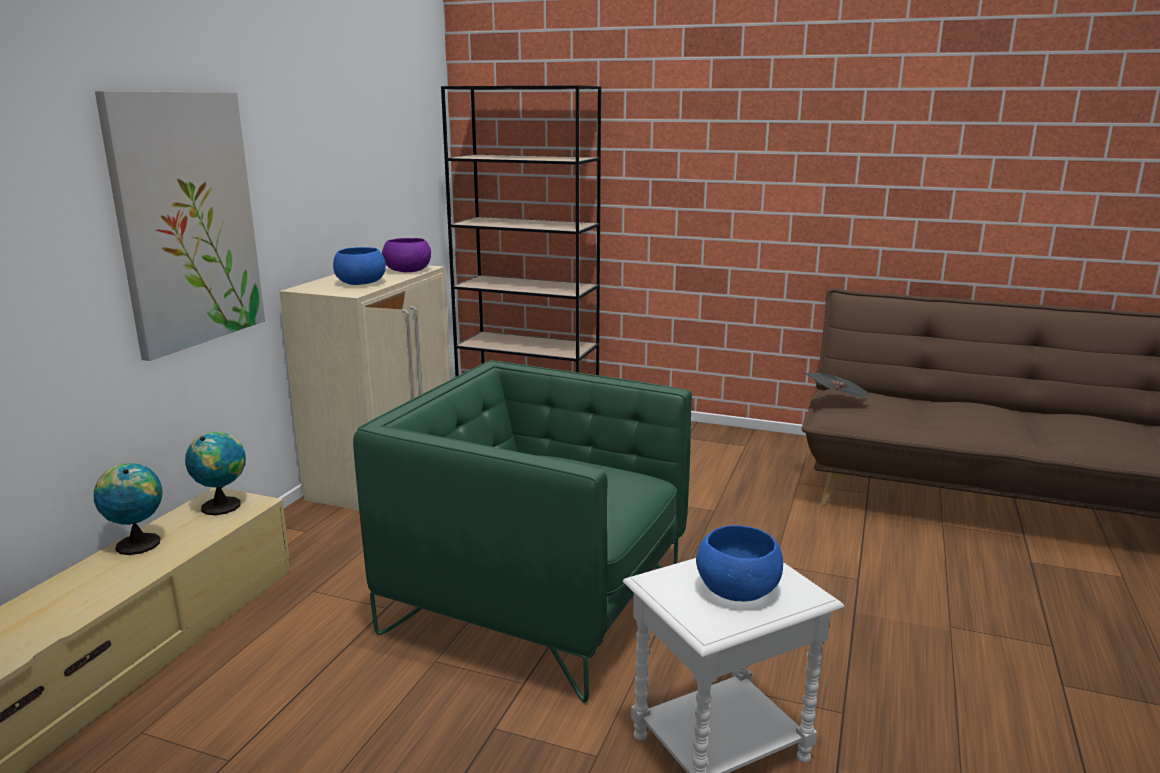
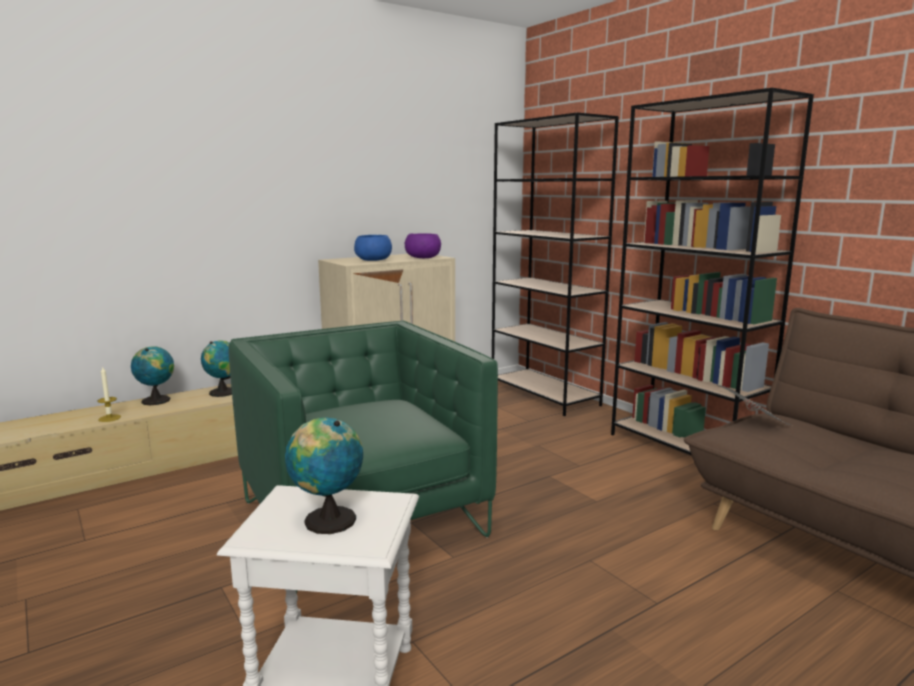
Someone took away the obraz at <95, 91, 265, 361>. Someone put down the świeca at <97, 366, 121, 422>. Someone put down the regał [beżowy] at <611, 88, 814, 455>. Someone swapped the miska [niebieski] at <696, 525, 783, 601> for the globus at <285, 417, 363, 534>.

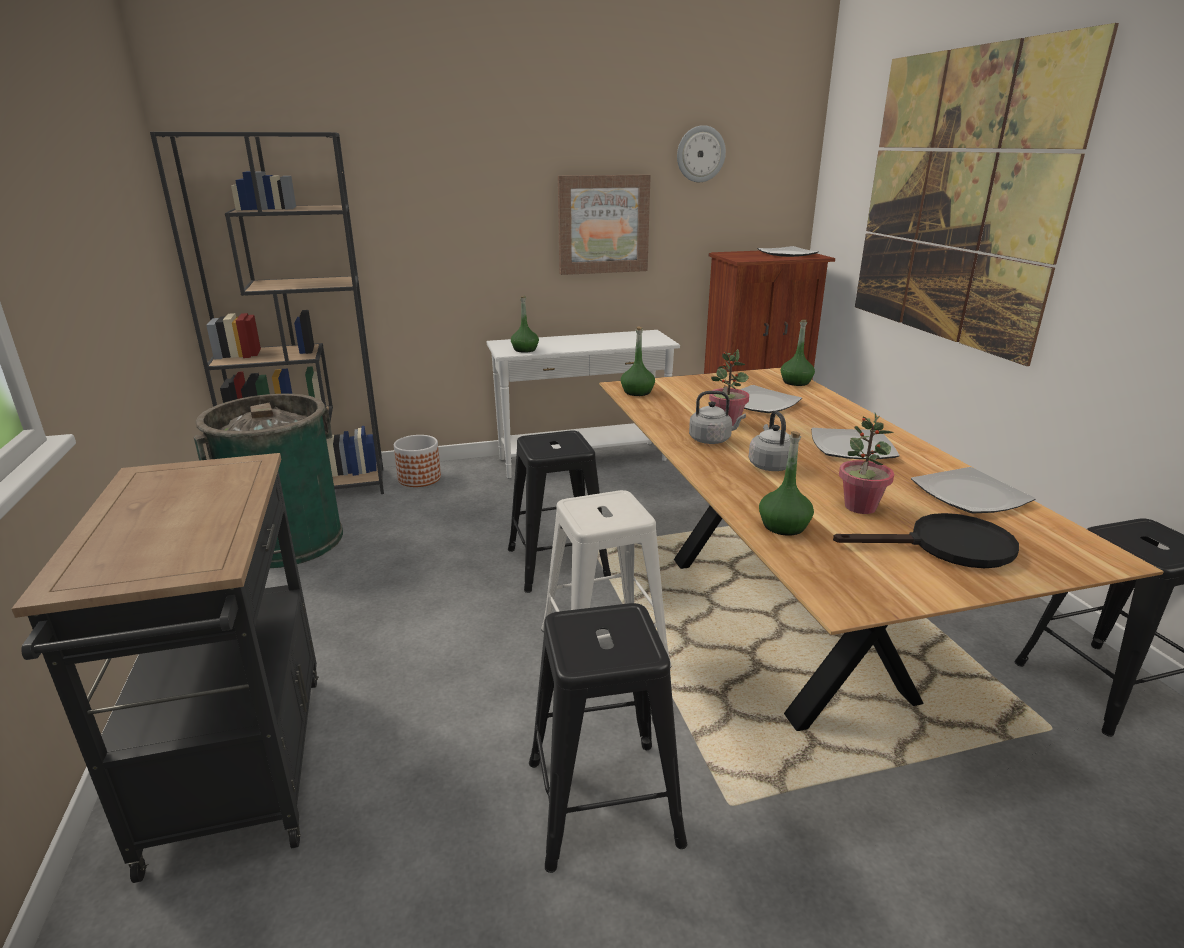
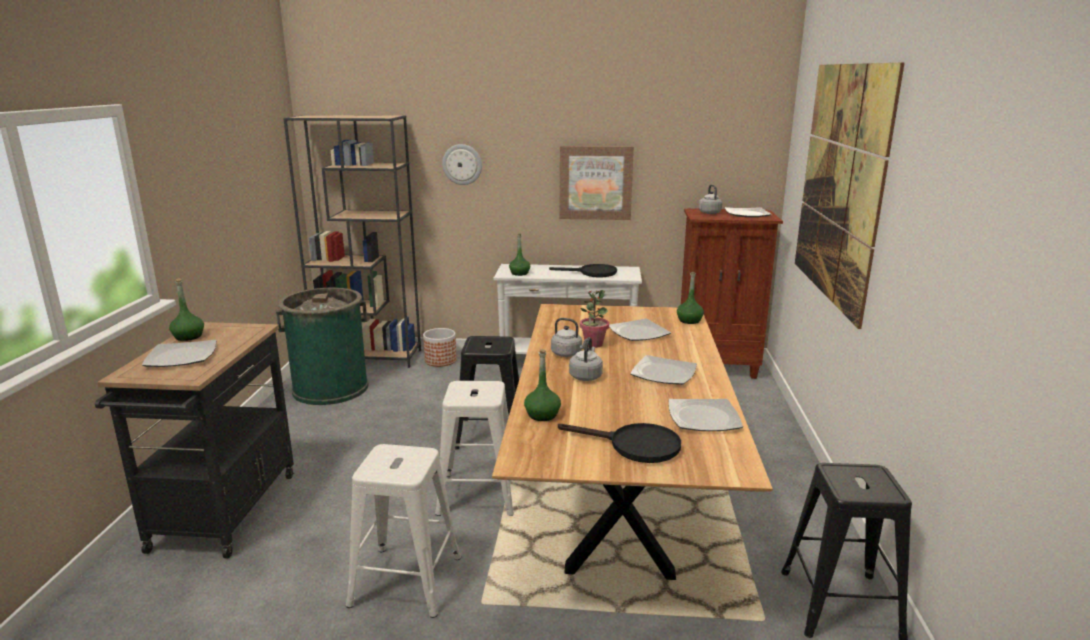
Someone took away the roślina doniczkowa at <839, 413, 894, 514>. Someone put down the talerz at <142, 340, 216, 367>. Someone put down the patelnia [czarny] at <549, 264, 617, 278>. Someone put down the czajnik [szary] at <699, 185, 722, 214>. Someone carried the butelka [zielony] from <621, 326, 655, 396> to <169, 279, 204, 341>. Someone carried the zegar ścienny from <677, 125, 726, 182> to <442, 144, 482, 185>. Someone repainted the stołek [czarny] at <529, 603, 687, 873>, which became the stołek [biały] at <346, 444, 461, 618>.

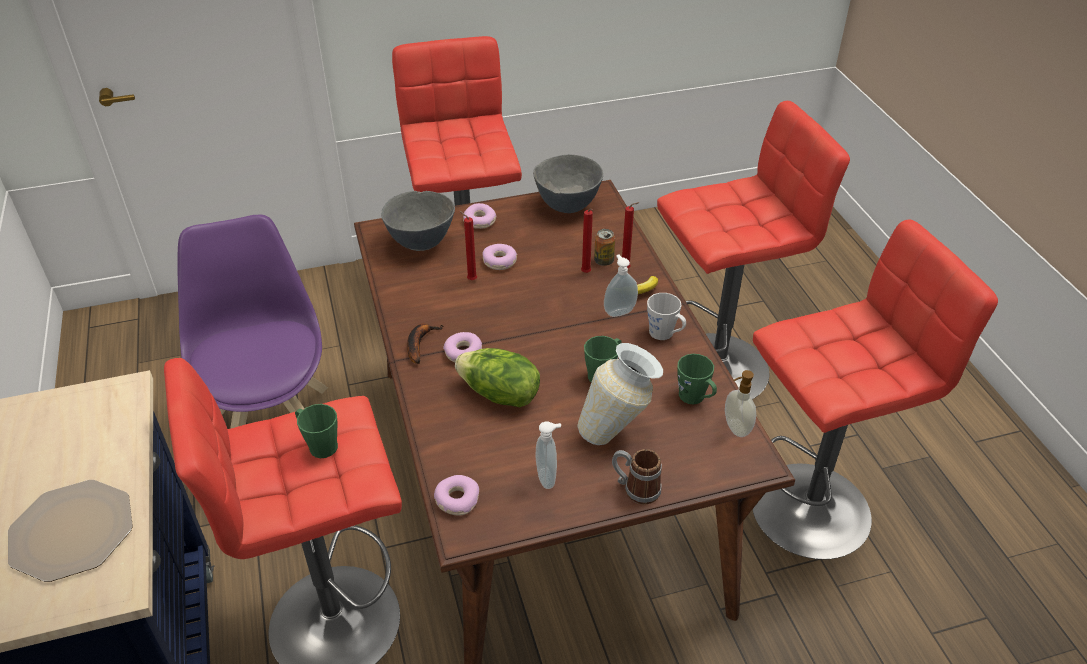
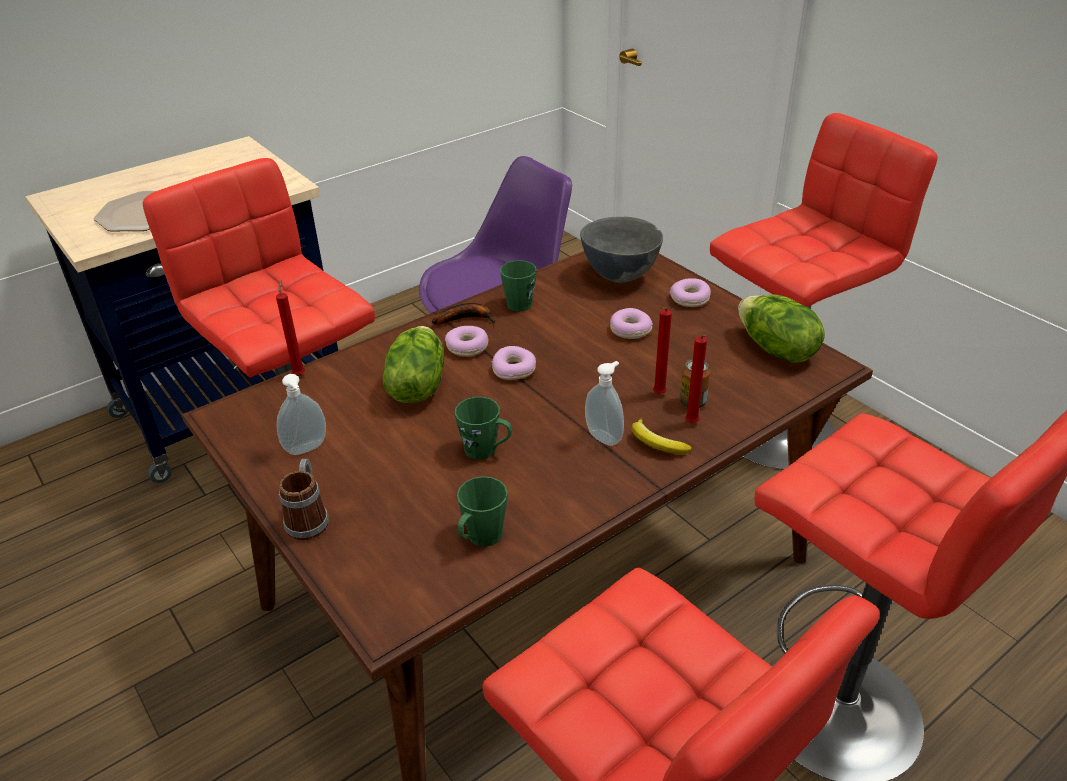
Someone took away the wazon at <578, 343, 663, 445>. Someone took away the kubek [szary] at <647, 293, 686, 340>. Someone took away the dozownik mydła at <725, 370, 756, 437>. Someone carried the kubek [zielony] from <295, 404, 338, 458> to <500, 260, 537, 312>. Someone carried the donut from <434, 475, 479, 516> to <492, 346, 536, 380>. Someone carried the świeca [czerwony] from <459, 211, 477, 280> to <276, 280, 305, 376>. Someone swapped the miska [szary] at <533, 155, 603, 213> for the sałata at <738, 294, 825, 363>.

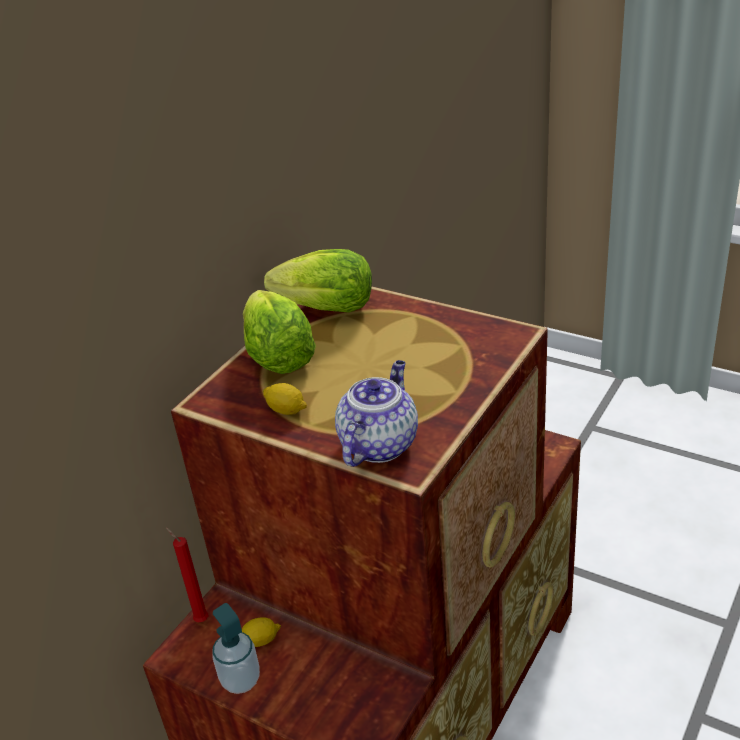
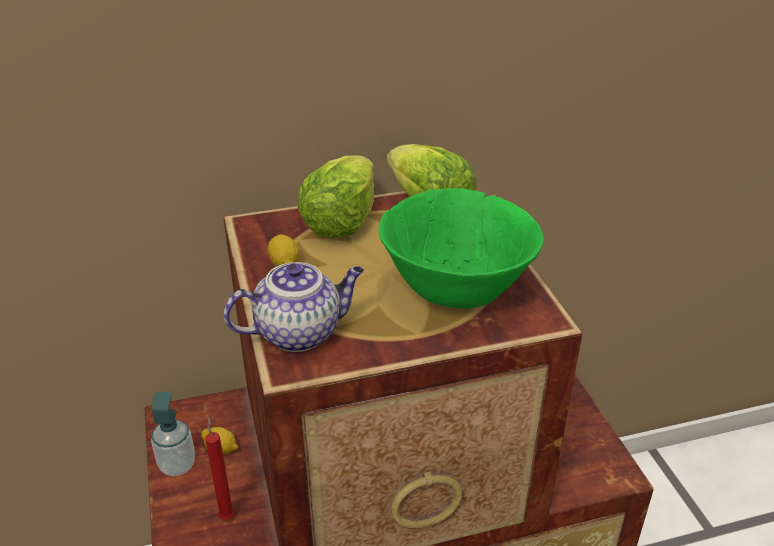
Someone put down the miska [zielony] at <379, 188, 544, 309>. Someone carried the świeca [czerwony] from <166, 528, 208, 622> to <205, 417, 235, 520>.

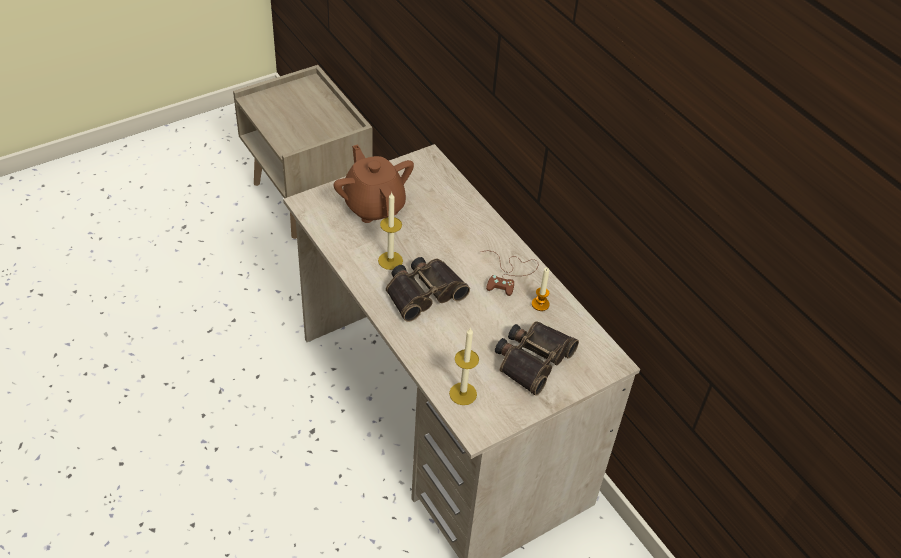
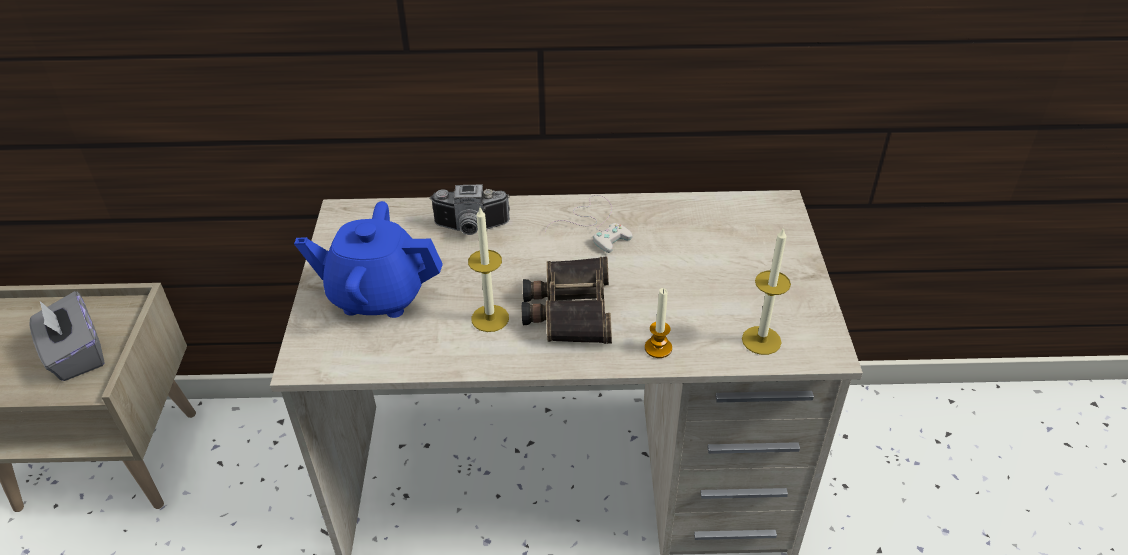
Someone took away the lornetka at <495, 321, 579, 396>. Someone put down the pudełko chusteczek [szary] at <30, 291, 105, 381>. Someone put down the aparat fotograficzny at <429, 184, 510, 235>. Someone carried the świeca from <532, 267, 550, 311> to <645, 288, 672, 358>. Someone repainted the imbryk [brązowy] at <334, 145, 414, 223>, which became the imbryk [niebieski] at <294, 201, 443, 318>. Someone repainted the pad do gier [brązowy] at <482, 251, 538, 296>, which became the pad do gier [biały] at <545, 195, 633, 253>.

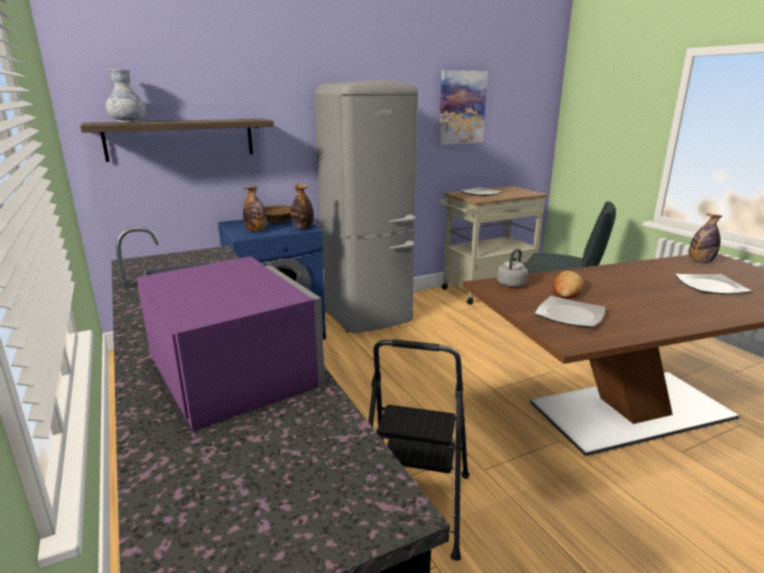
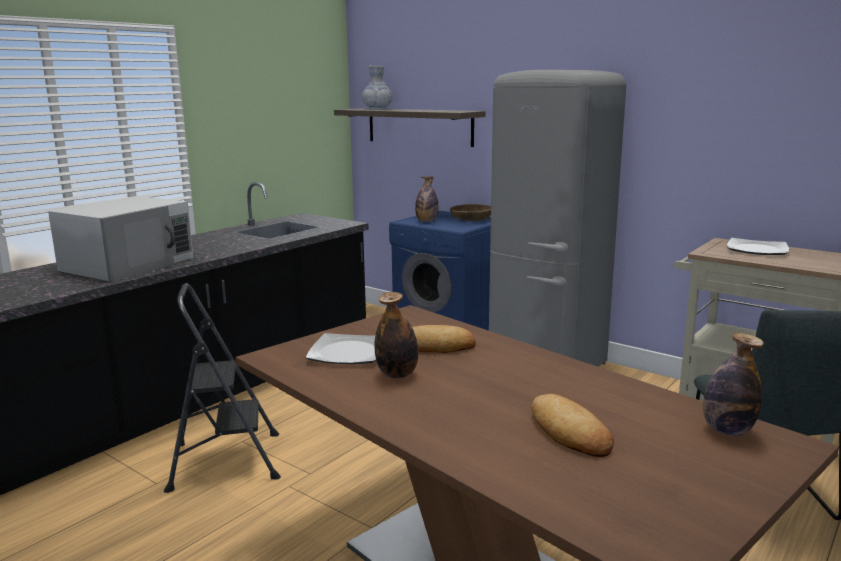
Someone took away the obraz at <439, 70, 488, 145>. Someone took away the czajnik [szary] at <497, 249, 528, 287>. Someone carried the butelka from <291, 184, 314, 229> to <375, 292, 418, 378>. Someone swapped the talerz at <675, 274, 751, 294> for the chleb at <532, 394, 614, 457>. Someone repainted the mikrofalówka [fioletowy] at <137, 256, 325, 431>, which became the mikrofalówka [biały] at <48, 196, 193, 282>.

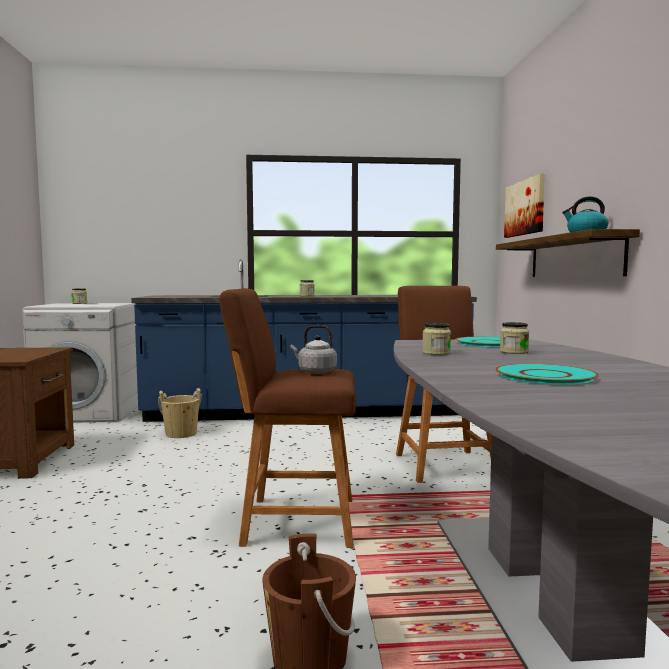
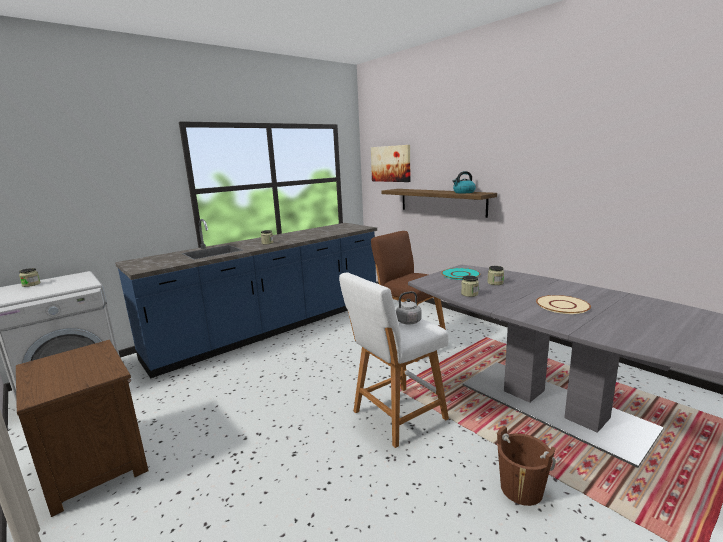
Someone took away the wiadro [beżowy] at <158, 388, 202, 438>. Someone repainted the stołek [brązowy] at <220, 288, 356, 548>, which became the stołek [biały] at <339, 272, 449, 448>. Someone repainted the talerz [turkusowy] at <495, 364, 599, 385>, which became the talerz [beżowy] at <536, 295, 591, 314>.

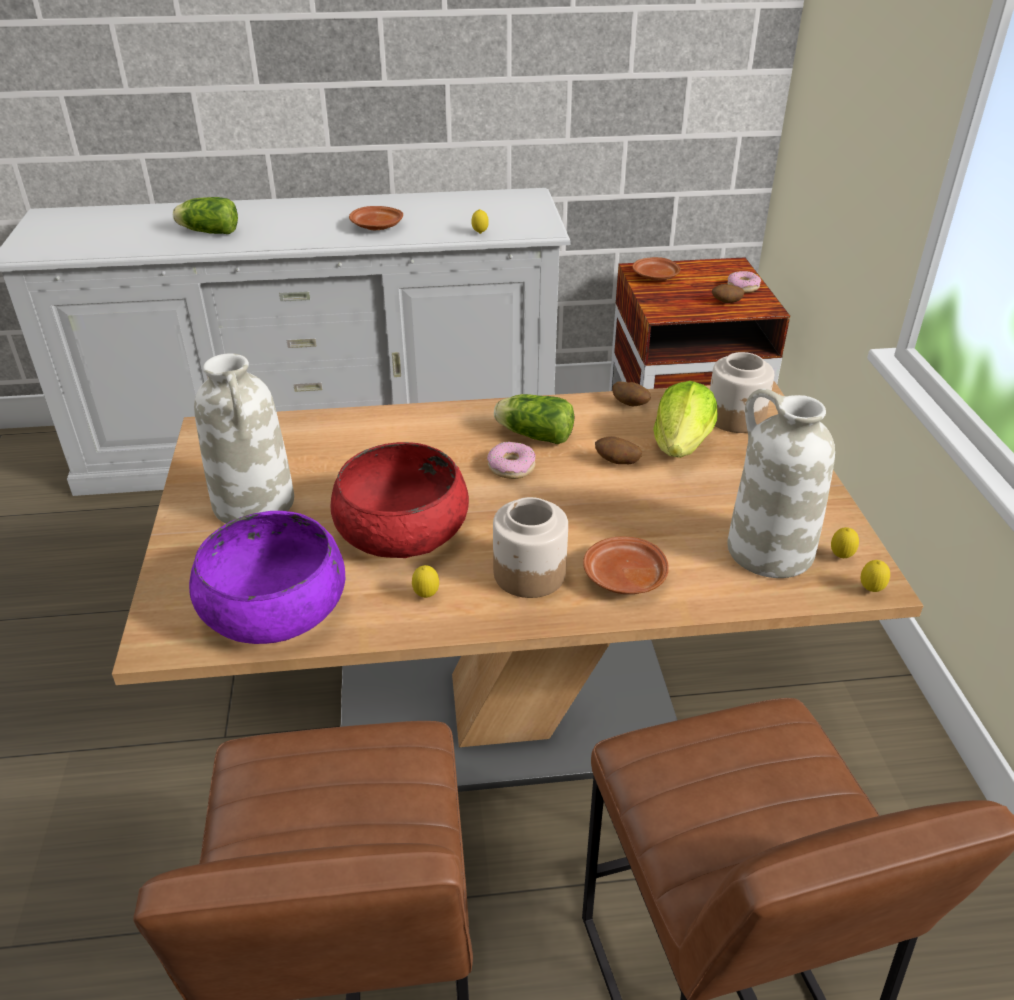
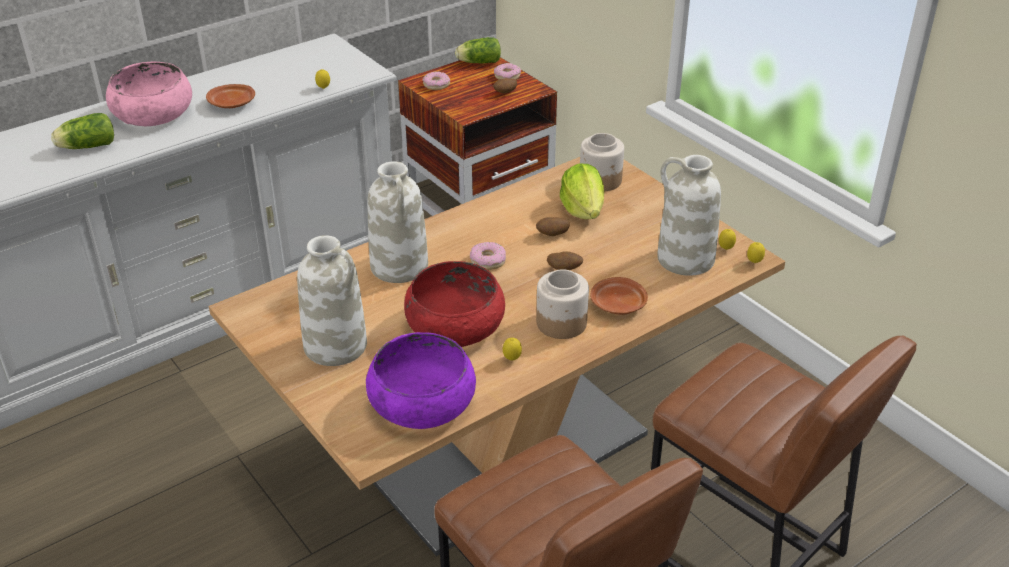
Someone put down the miska [różowy] at <106, 61, 192, 126>. Someone put down the wazon [biały] at <368, 161, 428, 283>. Someone carried the sałata from <494, 394, 574, 444> to <455, 37, 501, 64>. Someone carried the ziemniak from <612, 382, 651, 406> to <547, 251, 583, 270>. Someone swapped the talerz [brązowy] at <633, 257, 681, 281> for the donut at <422, 72, 450, 90>.

